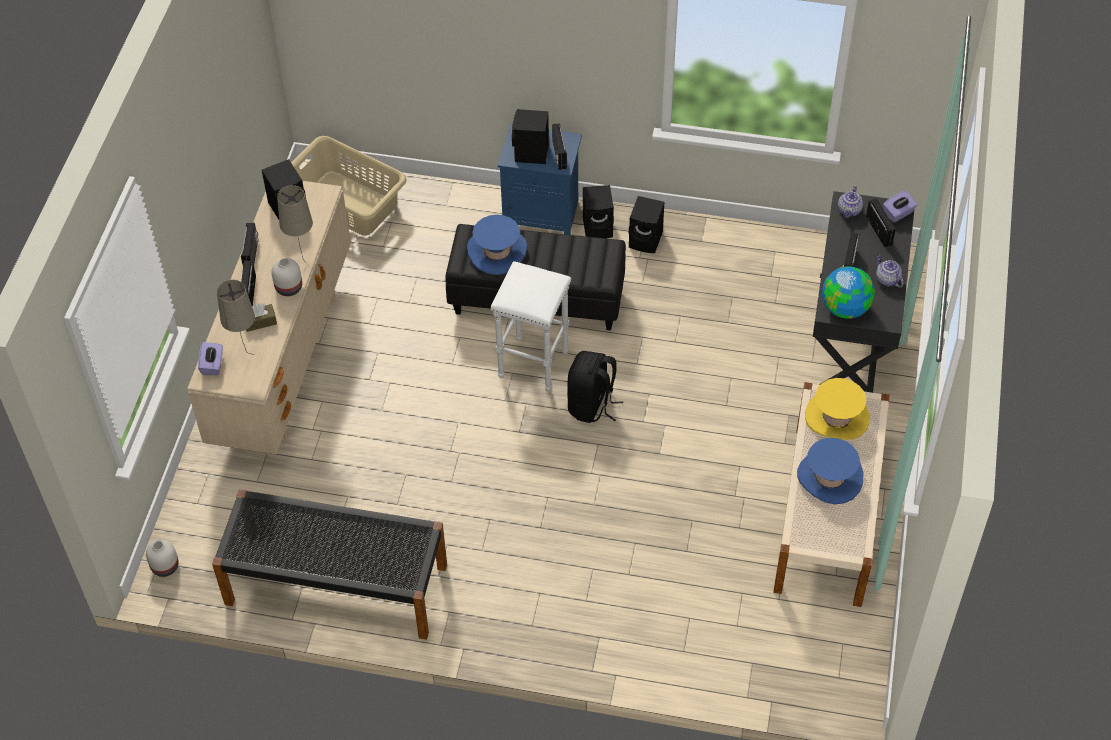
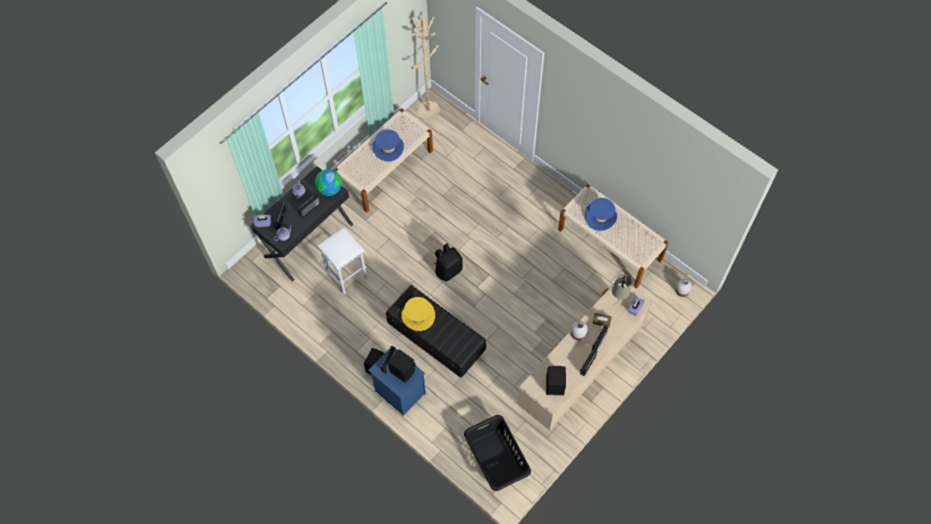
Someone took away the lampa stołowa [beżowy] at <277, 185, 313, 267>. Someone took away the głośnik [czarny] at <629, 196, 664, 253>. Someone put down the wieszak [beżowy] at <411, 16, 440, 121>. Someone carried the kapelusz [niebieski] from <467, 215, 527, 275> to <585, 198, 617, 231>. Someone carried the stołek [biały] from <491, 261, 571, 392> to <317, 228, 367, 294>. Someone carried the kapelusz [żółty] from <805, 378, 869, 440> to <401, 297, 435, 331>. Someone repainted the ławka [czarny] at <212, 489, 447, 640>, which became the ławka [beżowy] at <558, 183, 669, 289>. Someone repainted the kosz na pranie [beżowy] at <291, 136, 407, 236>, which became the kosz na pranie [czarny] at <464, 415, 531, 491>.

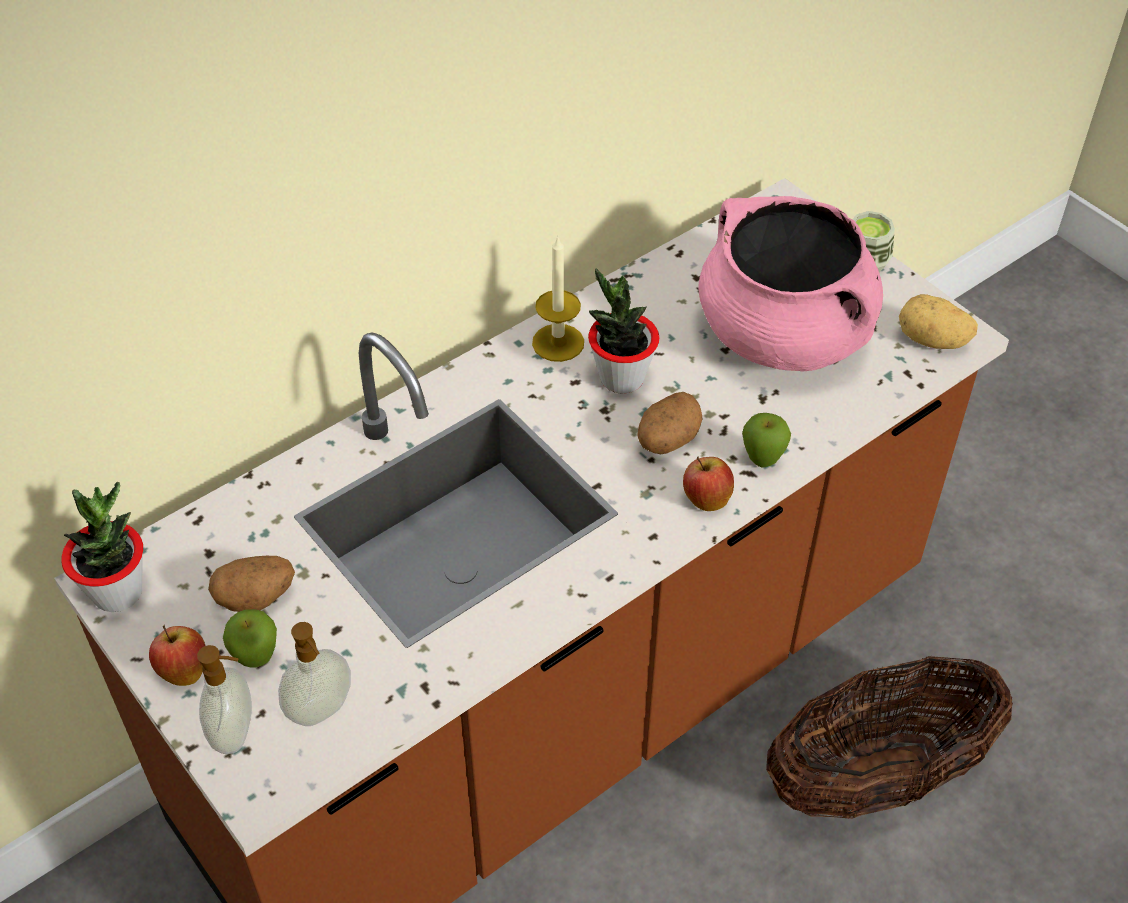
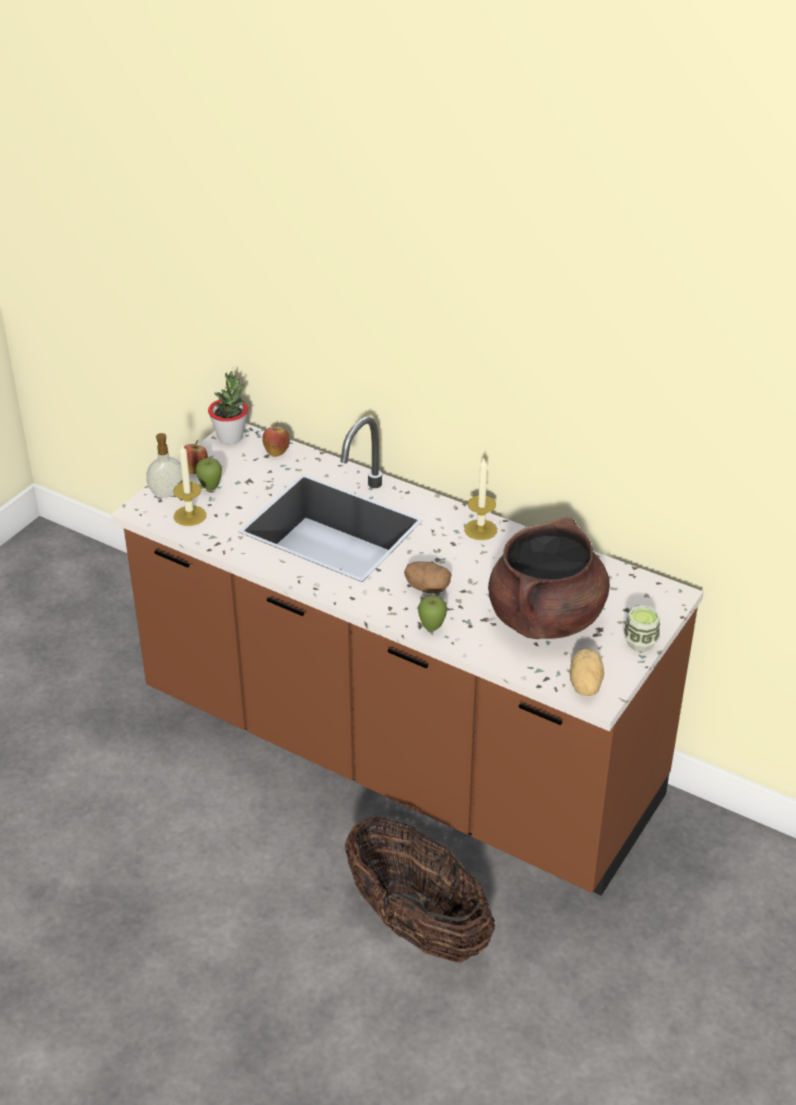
Someone took away the ziemniak at <208, 556, 295, 612>. Someone took away the roślina doniczkowa at <588, 268, 659, 394>. Someone carried the jabłko from <683, 456, 734, 511> to <262, 422, 290, 457>. Someone swapped the dozownik mydła at <278, 622, 351, 726> for the świeca at <173, 445, 206, 526>. Someone repainted the garnek [różowy] at <699, 196, 883, 372>, which became the garnek [brązowy] at <488, 517, 610, 639>.

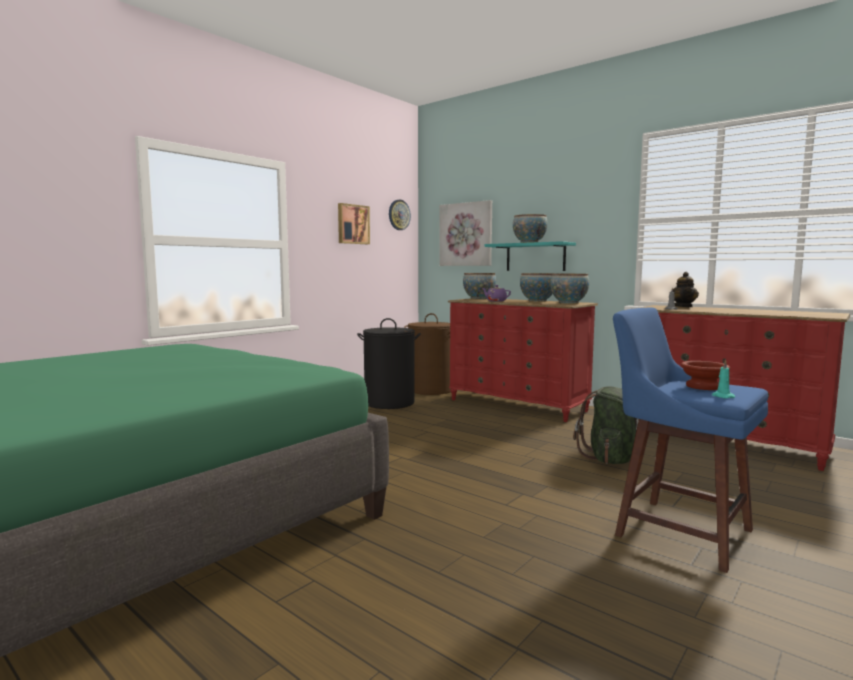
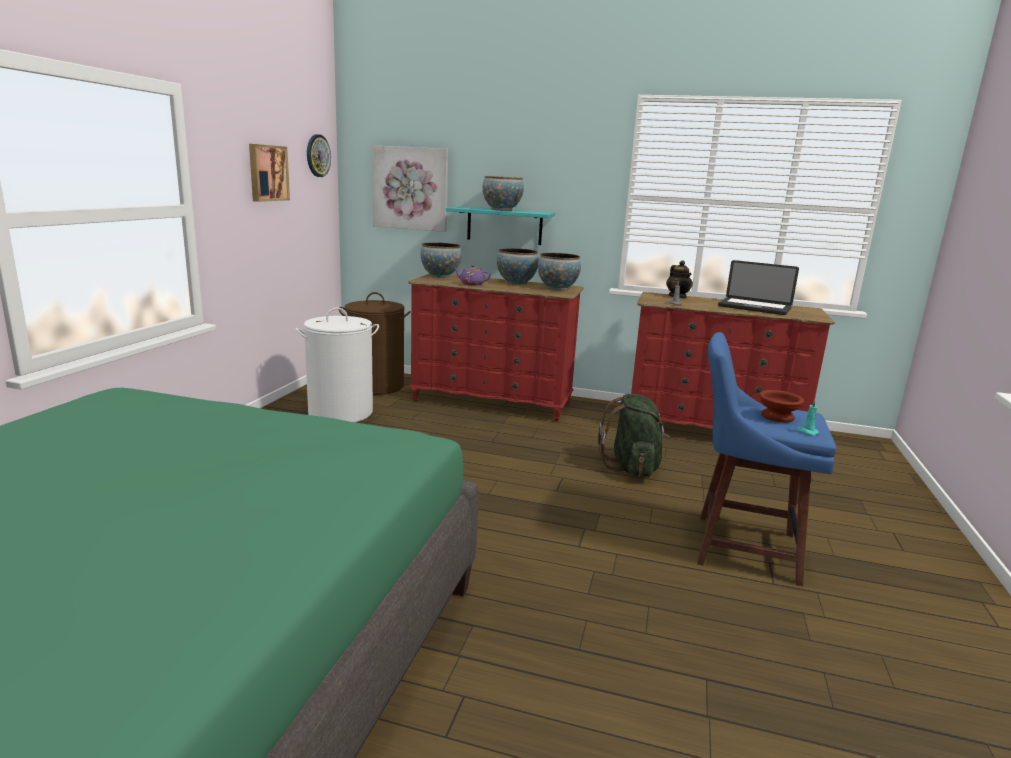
Someone put down the laptop at <718, 260, 799, 315>. Someone repainted the kosz na pranie [czarny] at <357, 318, 421, 409>, which became the kosz na pranie [biały] at <296, 308, 379, 422>.

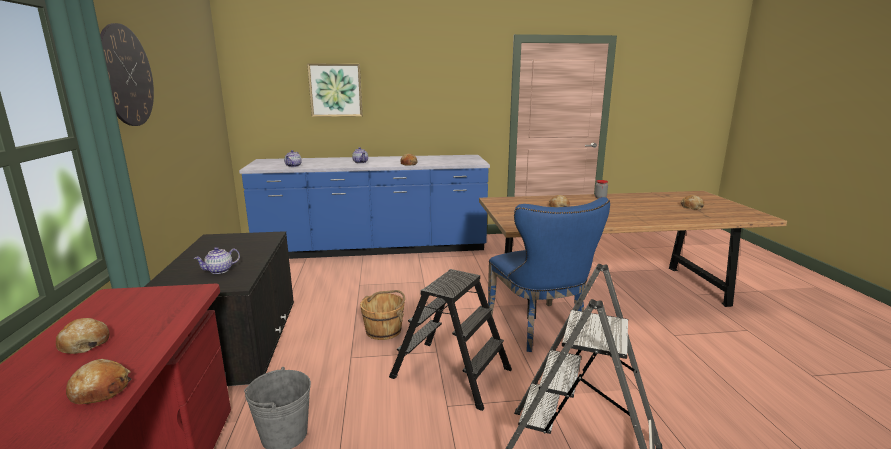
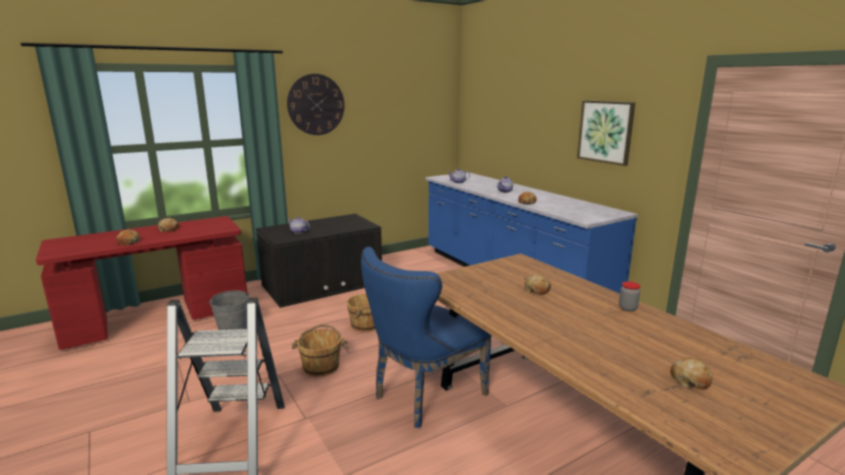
Someone carried the obraz from <307, 64, 363, 117> to <577, 100, 635, 166>. Someone swapped the drabinka [czarny] at <389, 269, 512, 411> for the wiadro [brązowy] at <292, 324, 348, 377>.

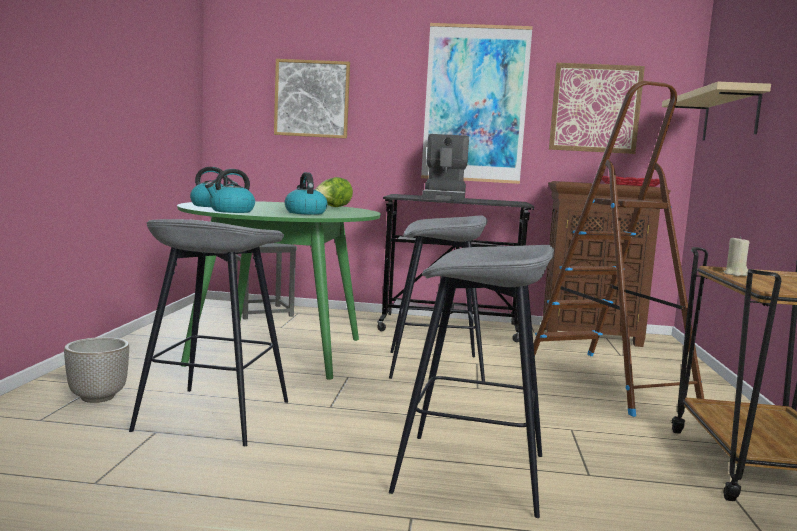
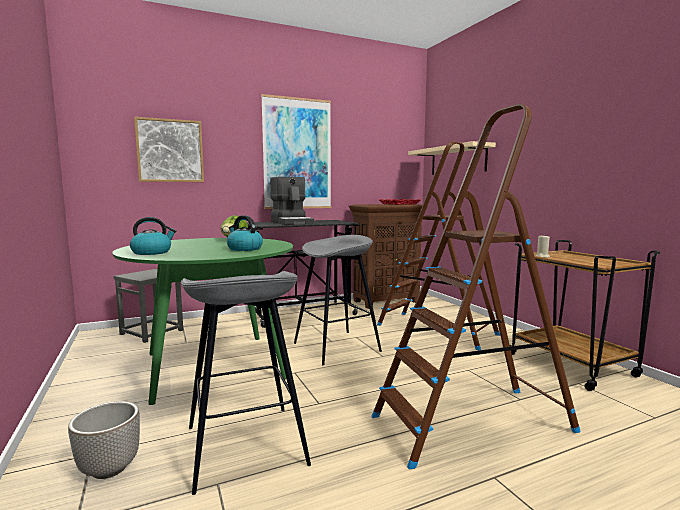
Someone took away the czajnik at <205, 169, 255, 213>. Someone took away the obraz at <549, 62, 645, 154>. Someone swapped the stołek [szary] at <389, 245, 554, 518> for the drabinka [brązowy] at <371, 103, 581, 469>.

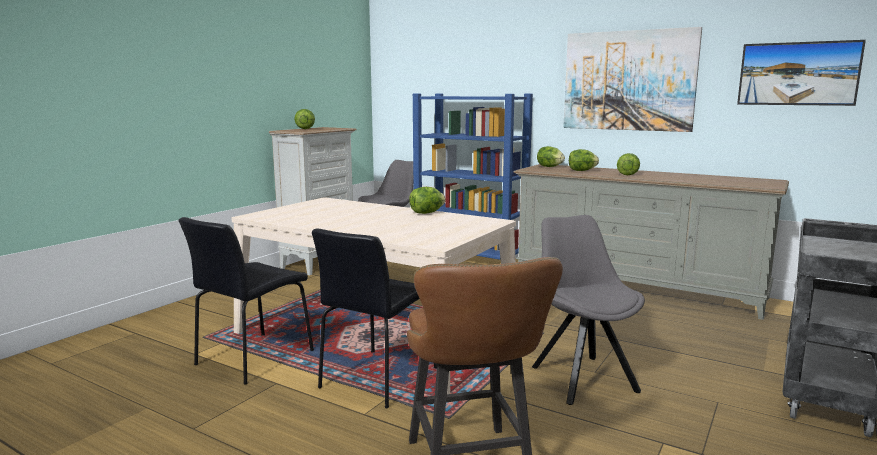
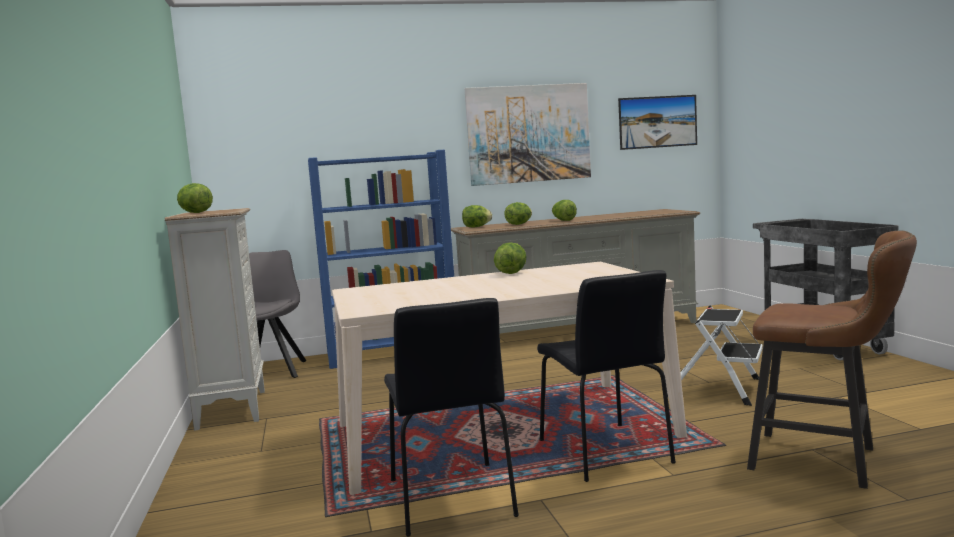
Someone swapped the krzesło [szary] at <532, 215, 645, 405> for the drabinka at <667, 305, 763, 406>.

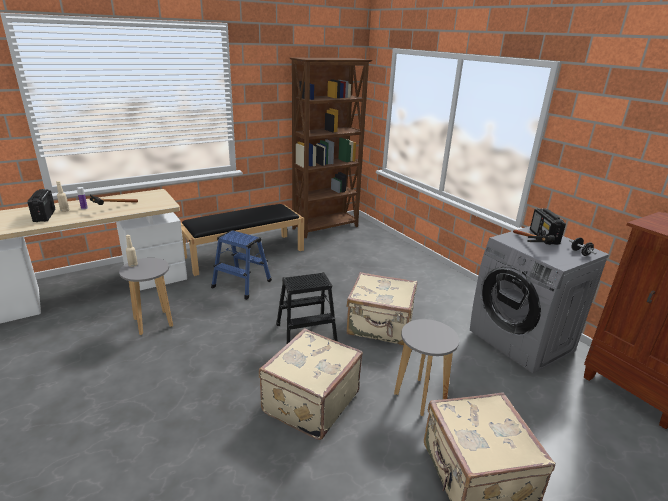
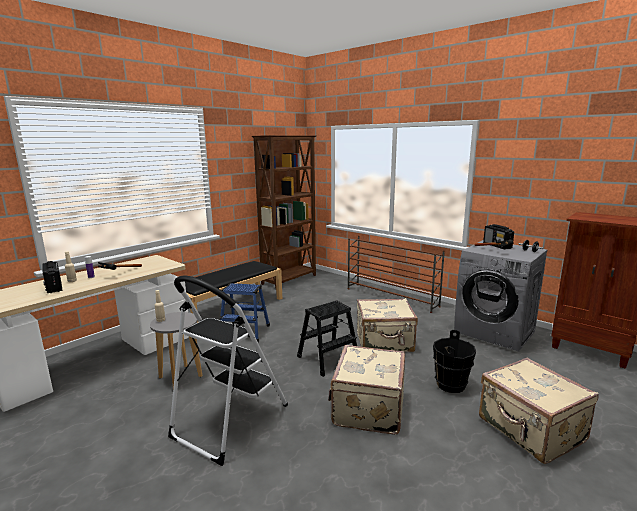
Someone put down the drabinka at <168, 276, 288, 466>. Someone put down the regał na buty [brązowy] at <348, 235, 445, 313>. Someone swapped the stołek [szary] at <394, 319, 459, 416> for the wiadro [czarny] at <433, 330, 476, 393>.

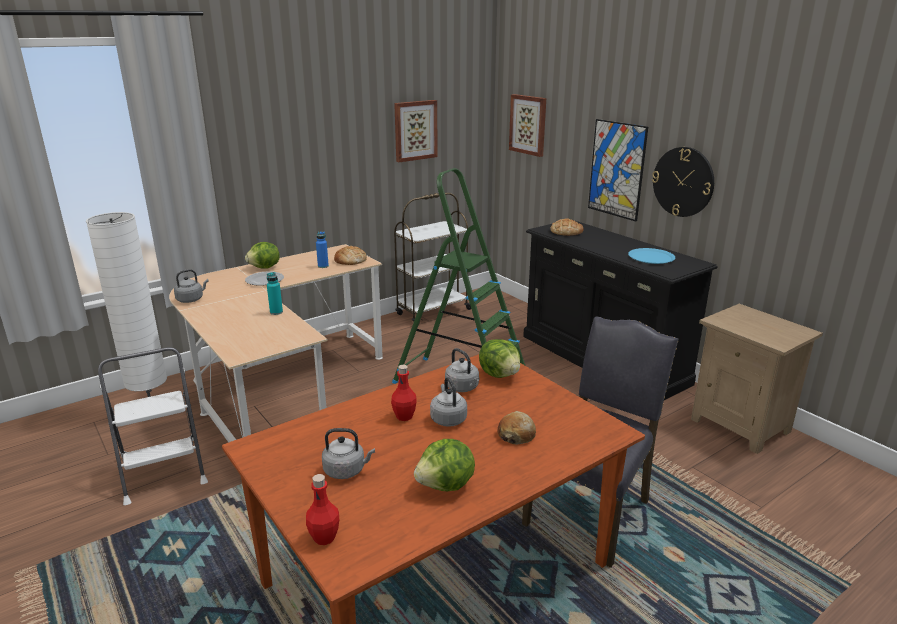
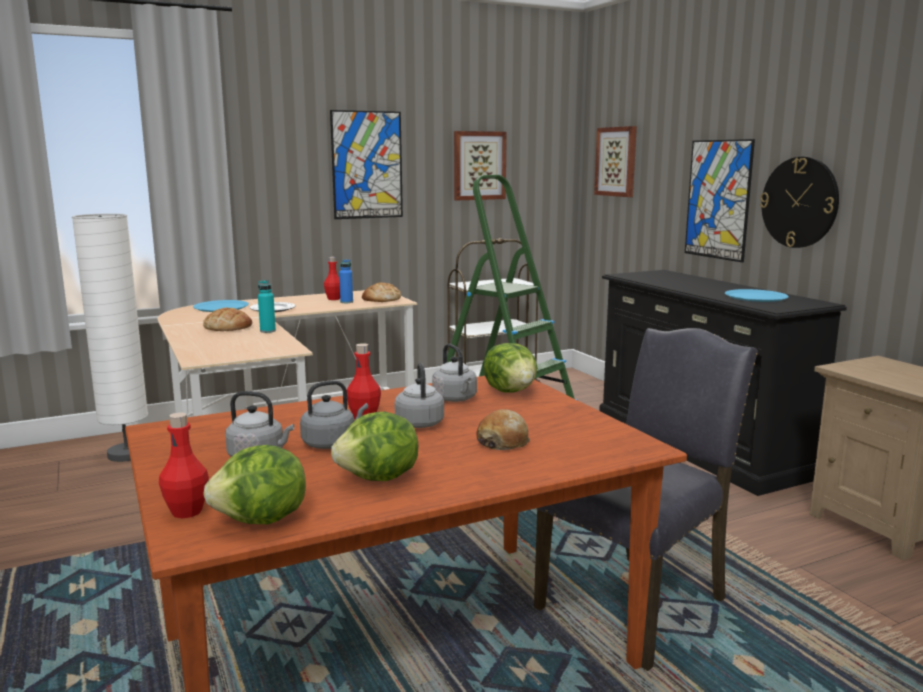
Someone took away the drabinka [biały] at <98, 347, 208, 505>. Someone put down the talerz [niebieski] at <193, 300, 249, 312>. Someone put down the butelka [czerwony] at <324, 257, 340, 300>. Someone put up the obraz at <330, 110, 403, 219>. Someone carried the czajnik [szary] from <174, 269, 209, 303> to <300, 380, 368, 449>. Someone carried the sałata from <245, 242, 280, 269> to <203, 445, 306, 524>. Someone carried the chleb from <550, 218, 584, 236> to <203, 308, 252, 331>.

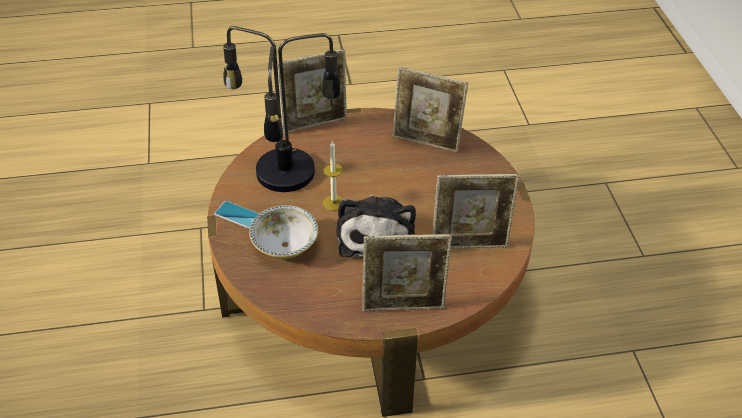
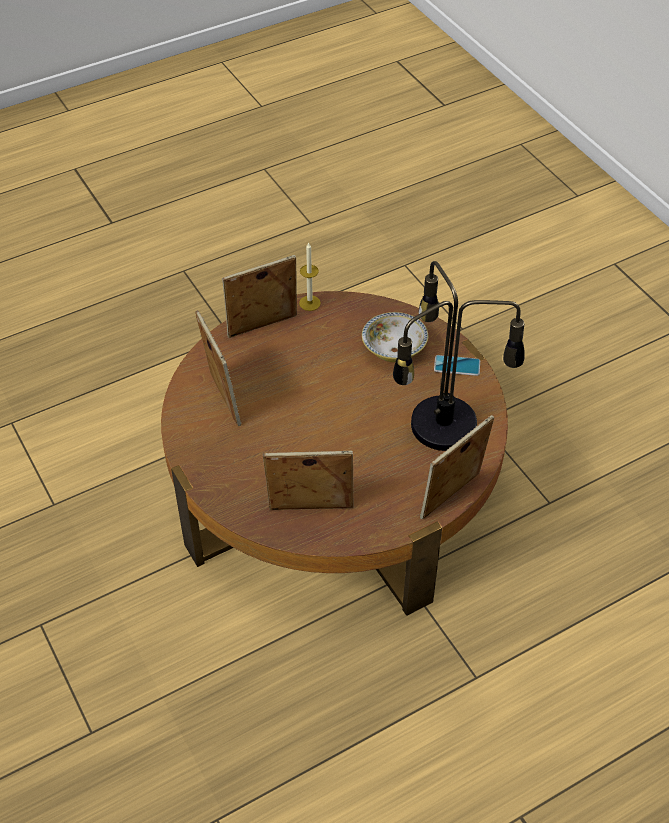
Someone took away the pluszak at <336, 195, 416, 258>. Someone carried the świeca from <323, 141, 343, 211> to <299, 242, 321, 311>. Someone rotated the ramka na zdjęcie at <432, 174, 520, 249> by 90 degrees clockwise.

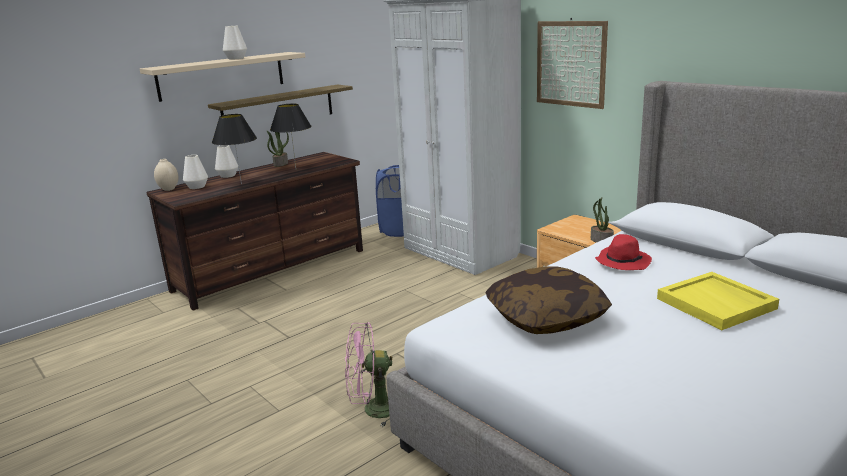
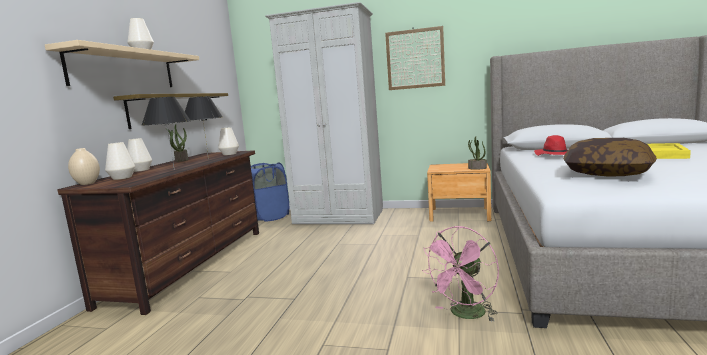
Someone put down the wazon [biały] at <218, 127, 239, 155>.

